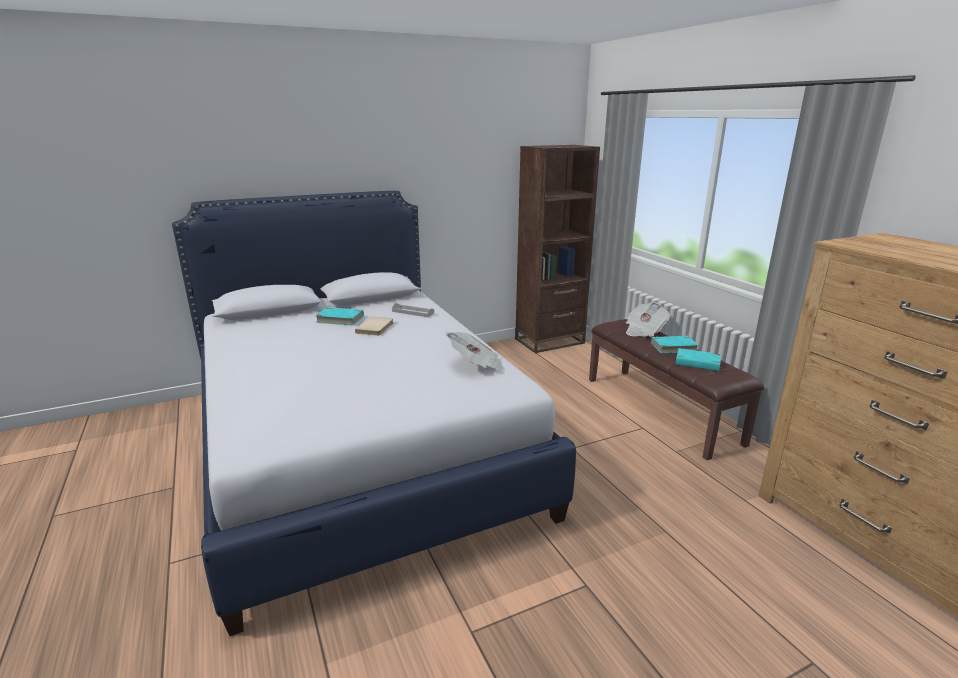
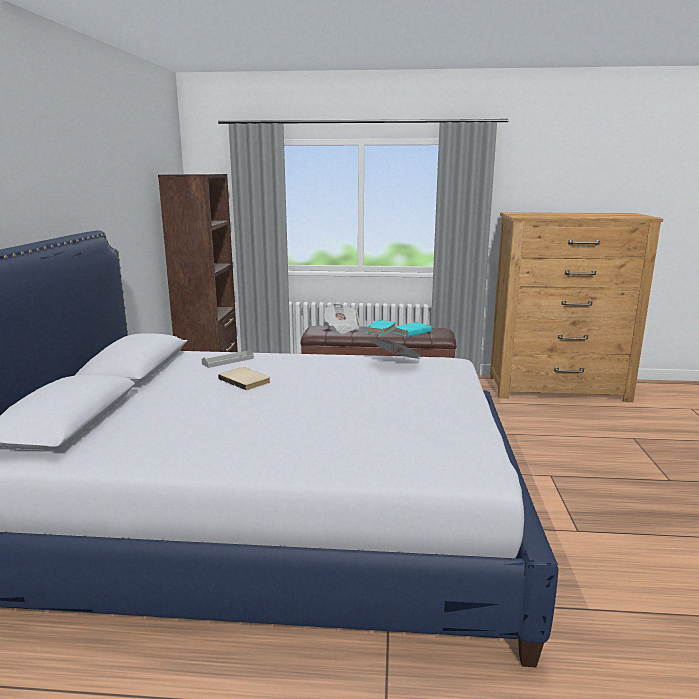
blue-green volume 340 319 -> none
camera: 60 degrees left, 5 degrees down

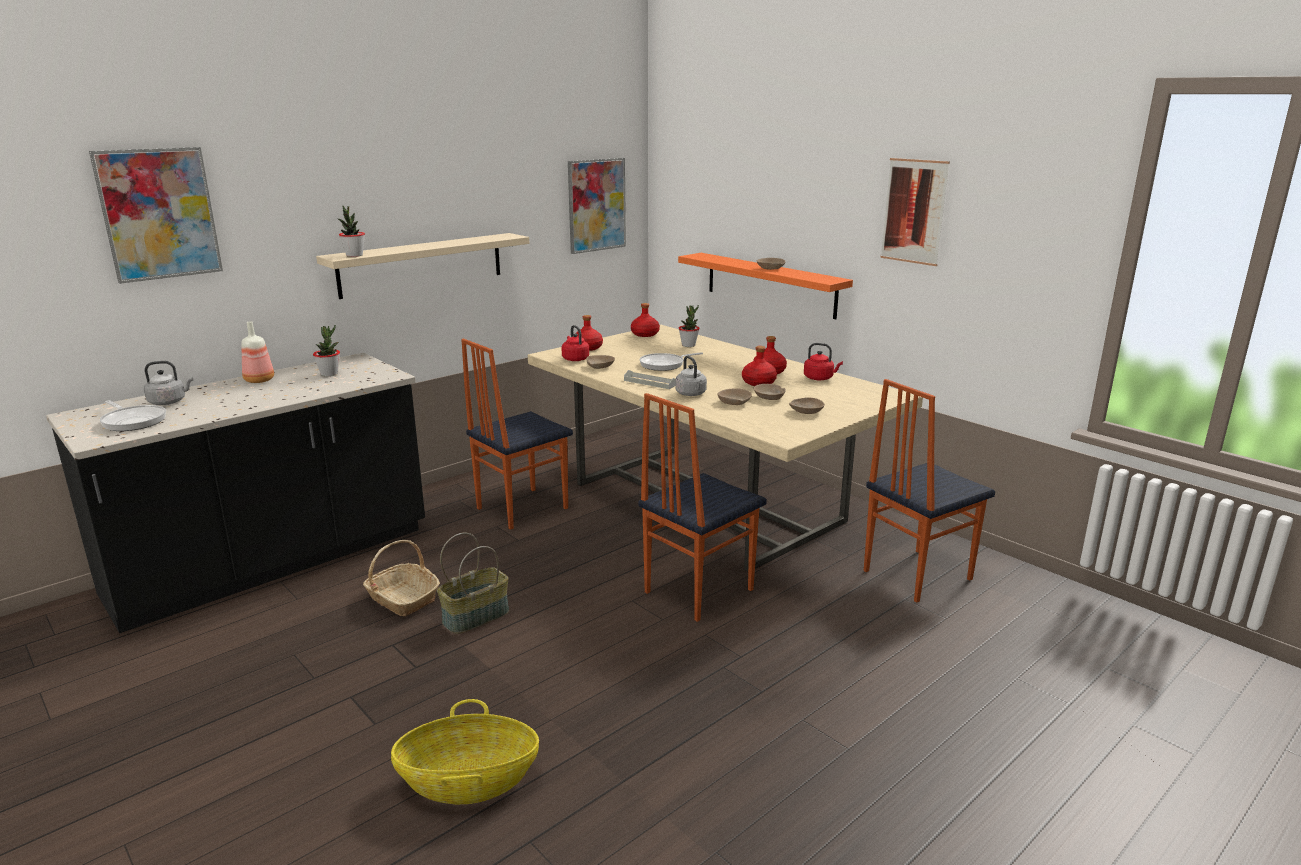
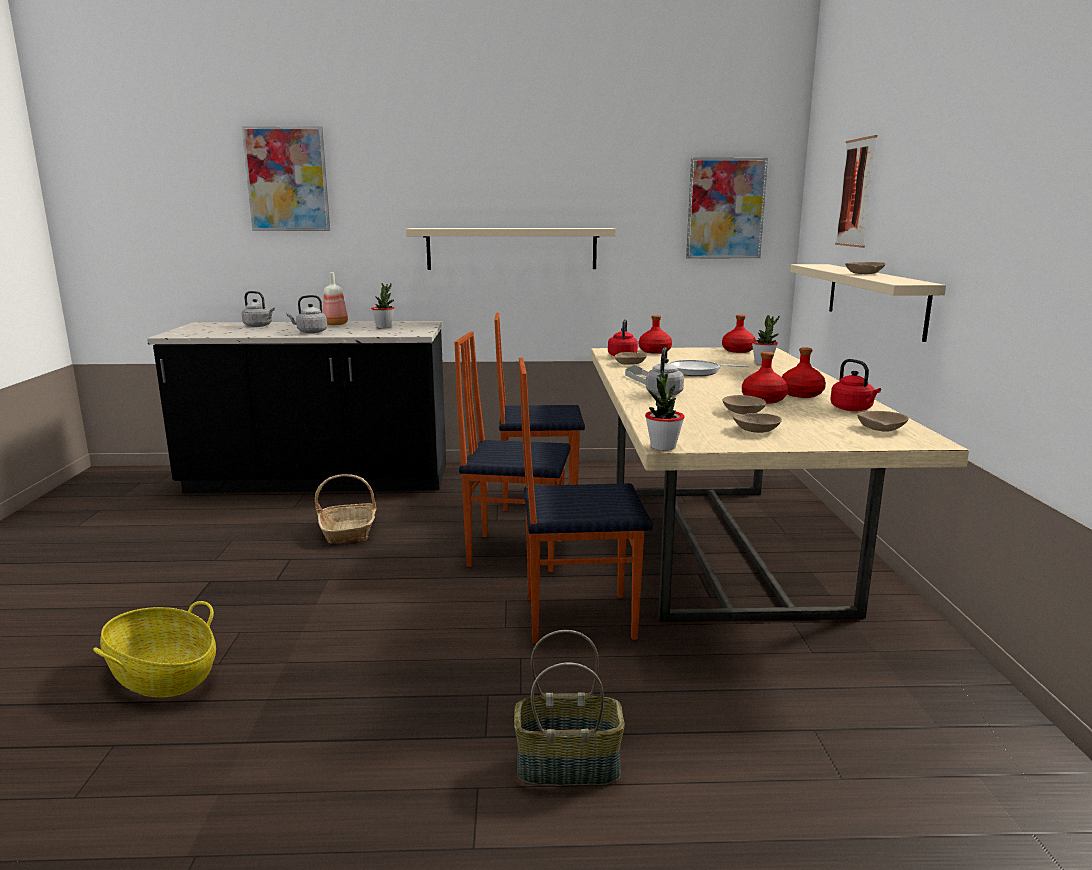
pan 133 421 -> none
potted plant 354 255 -> potted plant 663 447, shifted
storage basket 476 616 -> storage basket 569 765, shifted
orange-coloured wall shelf 770 284 -> beige wall shelf 875 298
beige serving bowl 734 402 -> beige serving bowl 881 429, shifted
upright chair 915 574 -> upright chair 515 552, shifted
picture 914 211 -> picture 856 193, shifted
none -> gray kettle 310 332
camera: 40 degrees right, 5 degrees down

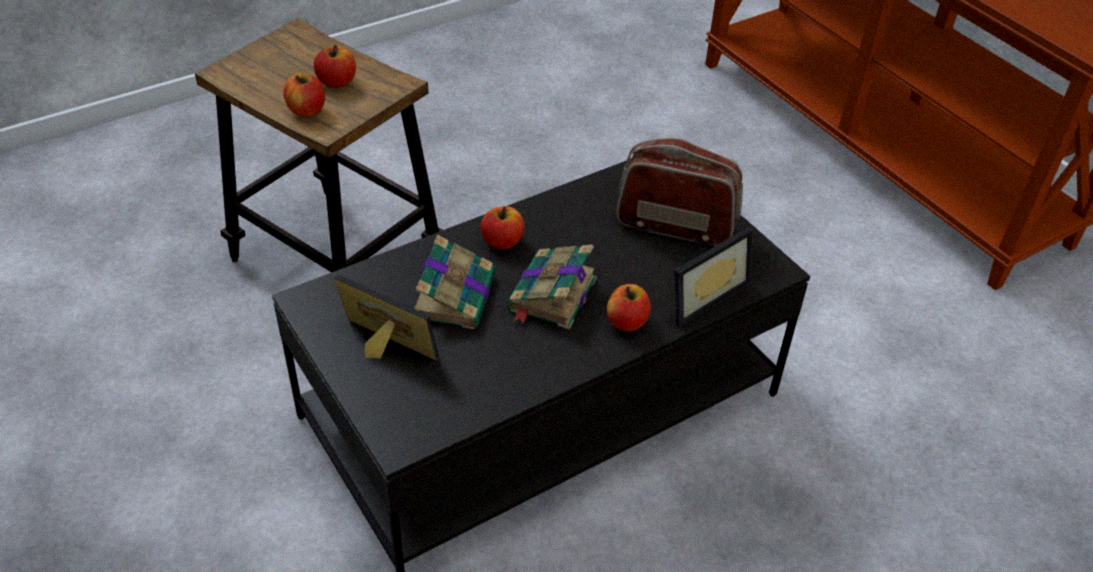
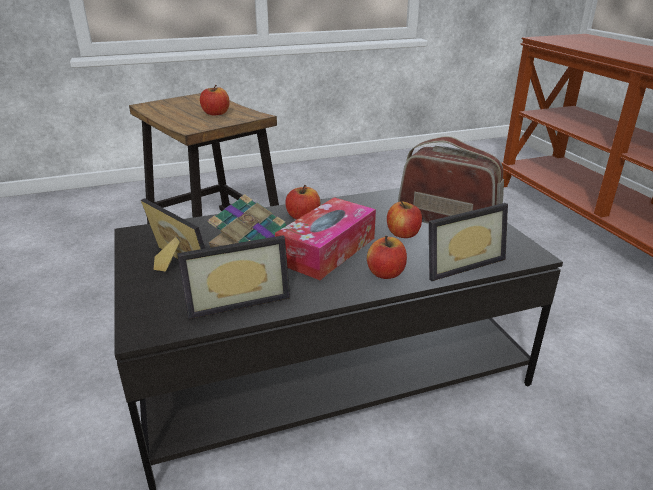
apple 307 110 -> apple 403 234, shifted
volume 551 295 -> tissue holder 327 250
none -> standing frame 236 298
camera: 15 degrees right, 15 degrees down

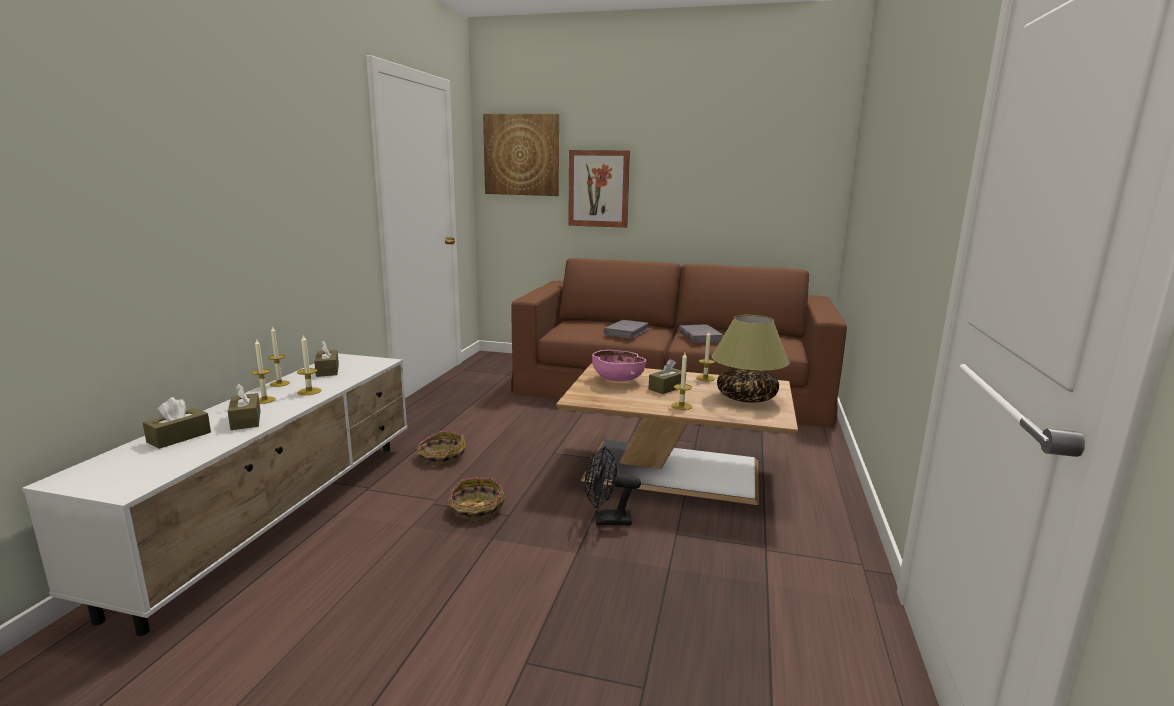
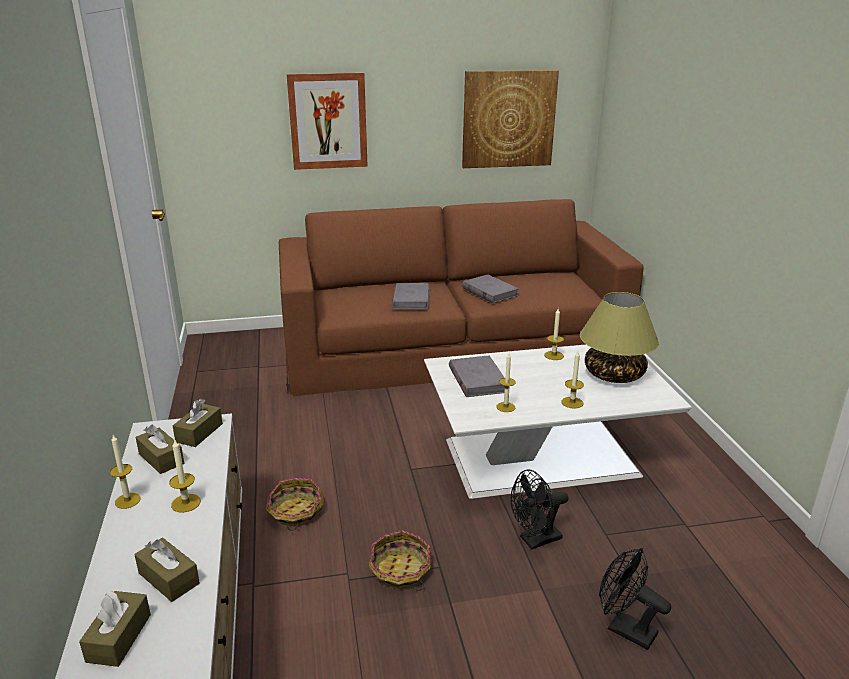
candle 264 400 -> candle 505 407, shifted
picture 521 155 -> picture 508 119, shifted
brown-coloured lounge table 676 470 -> whitish lounge table 544 456
pink-coloured serving bowl 617 380 -> gray volume 477 379
brown-coloured tissue holder 667 388 -> brown-coloured tissue holder 199 433, shifted
none -> black-coloured cooling fan 624 629
camera: 25 degrees left, 10 degrees up

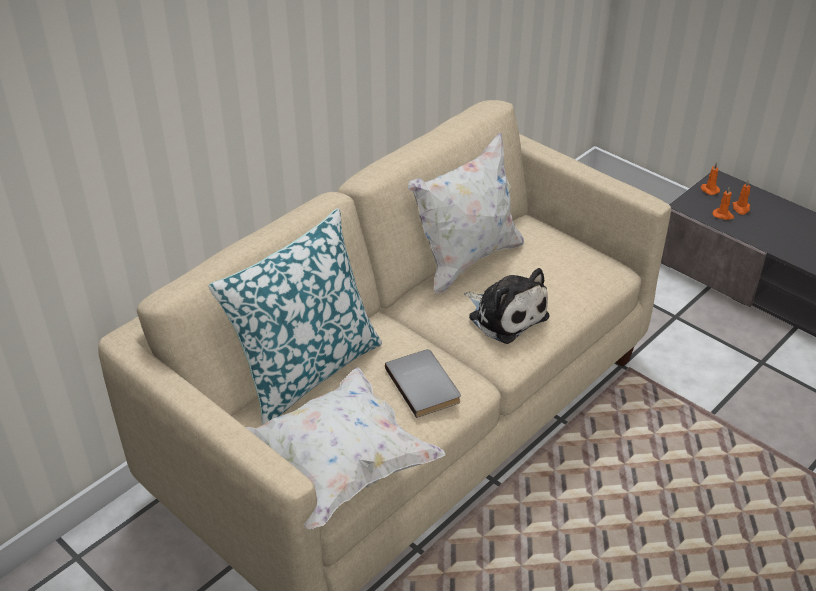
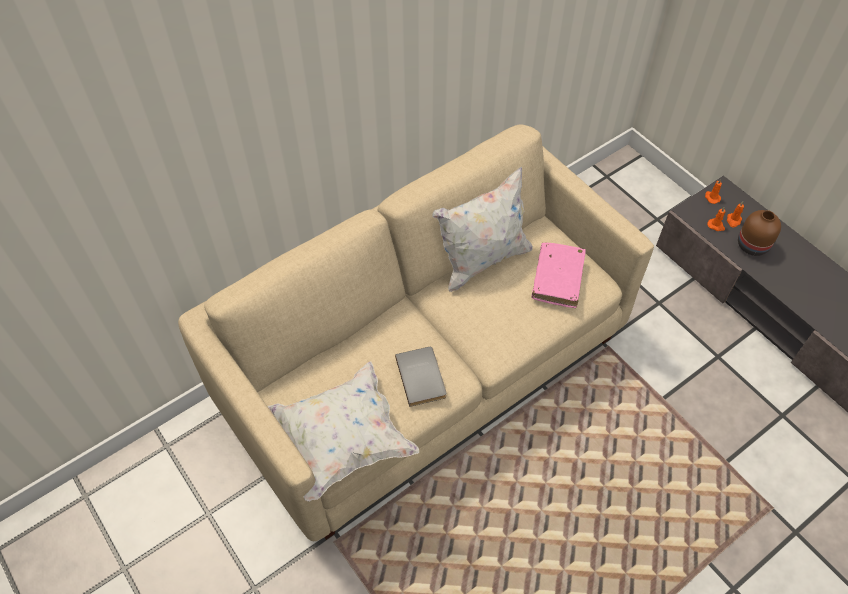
pillow 306 371 -> none
cuddly toy 505 315 -> none
none -> pink-coloured volume 557 279
none -> brown-coloured flower vase 751 246
camera: 10 degrees right, 15 degrees up

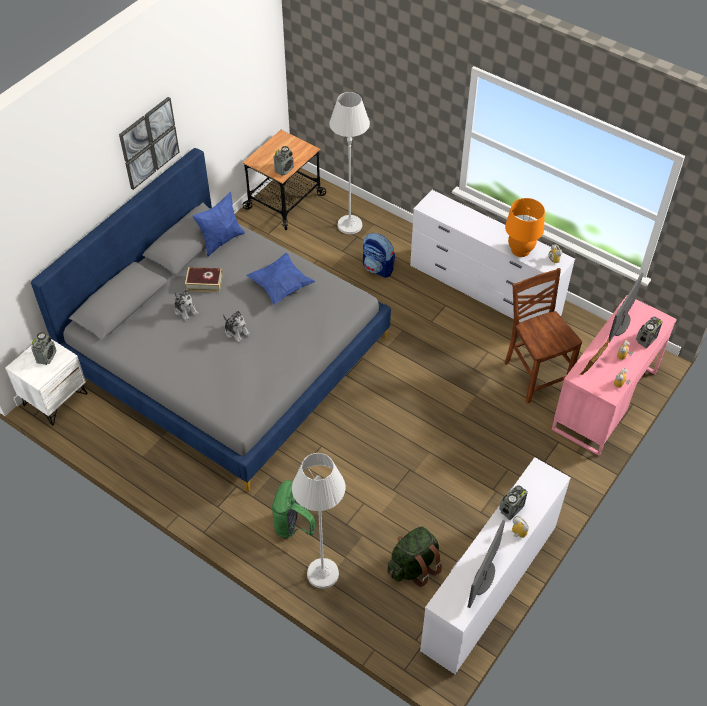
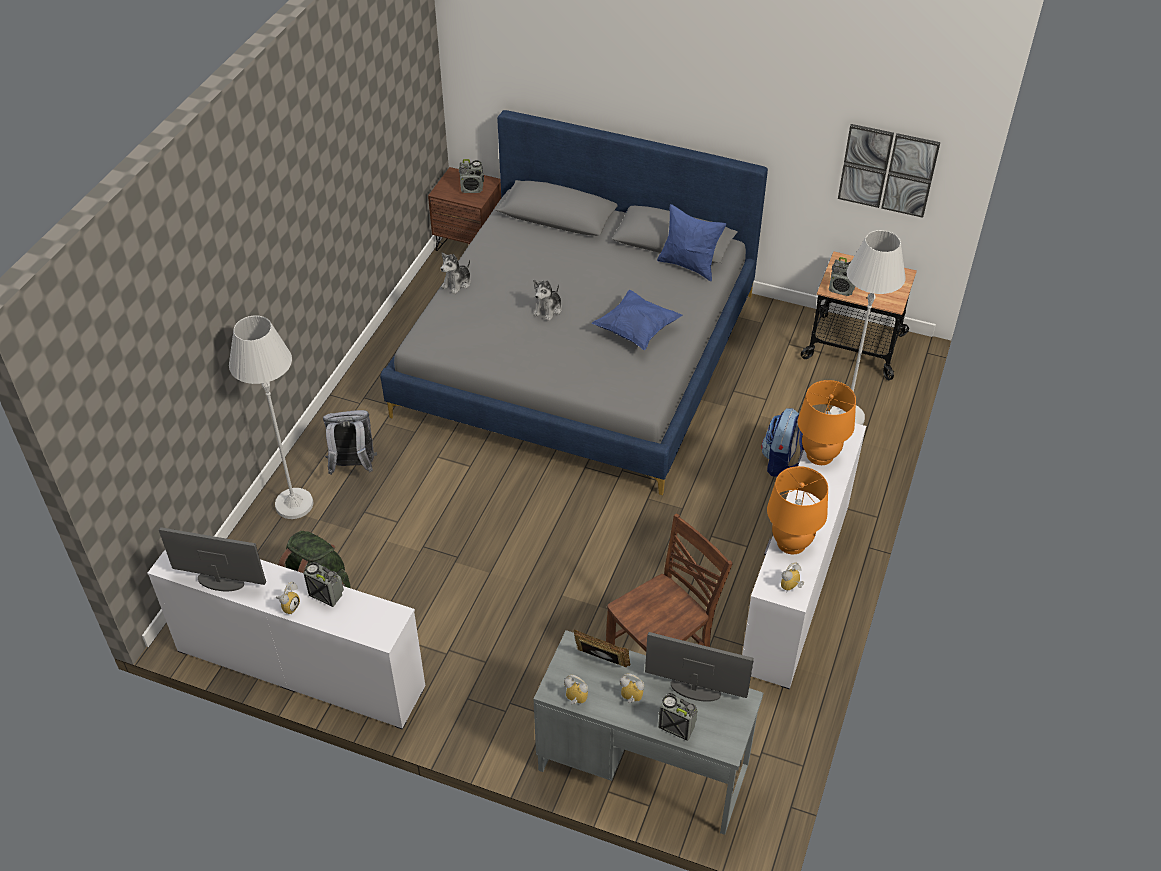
whitish night table 55 399 -> brown-coloured night table 469 243
picture 149 143 -> picture 887 170, shifted
cuddly toy 185 310 -> cuddly toy 457 283, shifted
volume 204 282 -> none
green rucksack 294 525 -> gray rucksack 353 466
pink-coloured desk 604 400 -> gray desk 643 766
none -> orange-coloured lamp for a table 820 455
camera: 75 degrees right, 5 degrees down

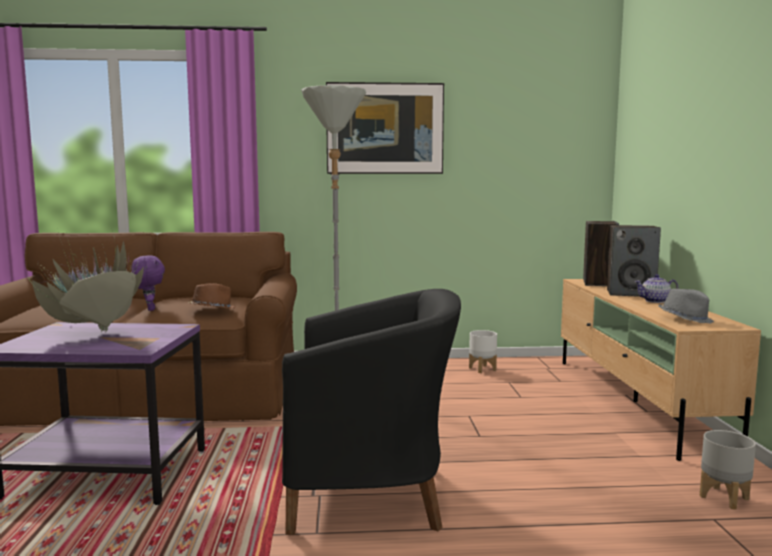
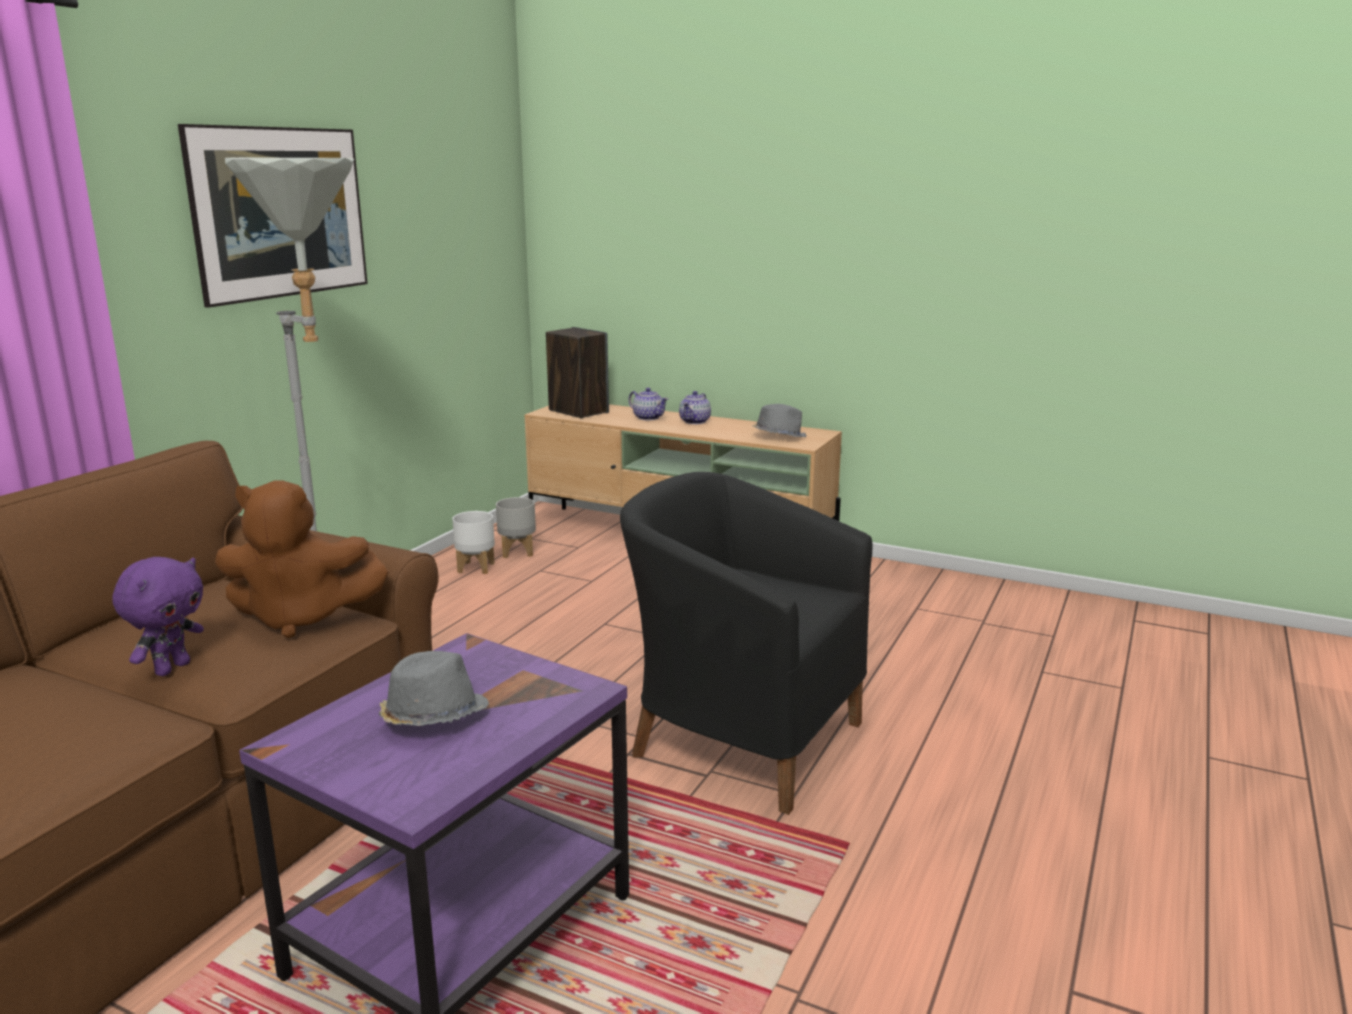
potted plant 95 335 -> gray clothing hat 432 717
purple cuddly toy 149 309 -> purple cuddly toy 172 668, 105 degrees clockwise
brown-coloured clothing hat 212 310 -> brown-coloured cuddly toy 301 618
black-coloured lounge chair 372 495 -> black-coloured lounge chair 741 738, 90 degrees counterclockwise
audio speaker 631 293 -> teapot 648 417
gray planter 724 497 -> gray planter 517 552, shifted
camera: 60 degrees left, 10 degrees up

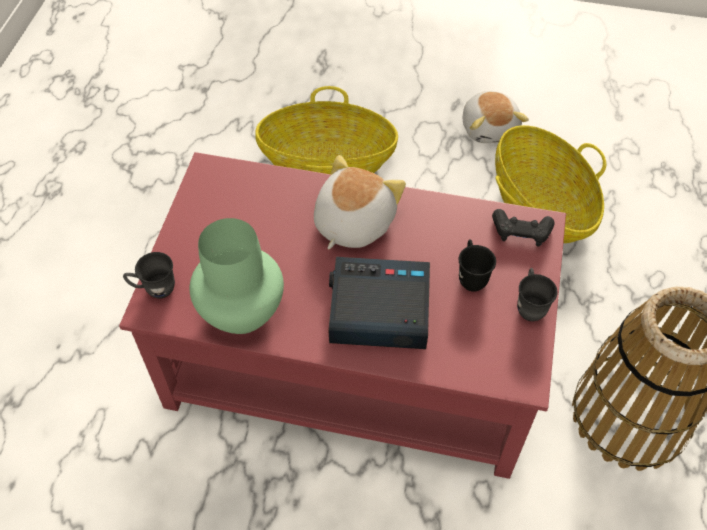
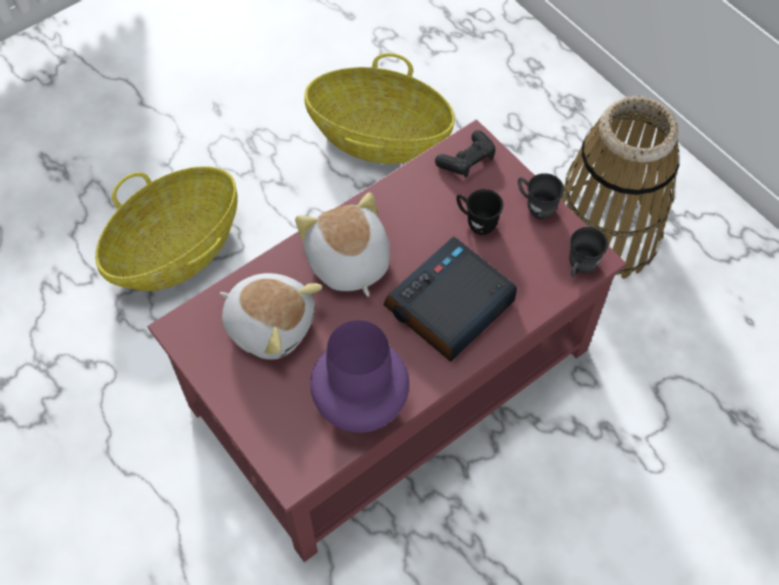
gray coffee mug 154 289 -> gray coffee mug 579 268, shifted
green flower vase 241 313 -> purple flower vase 361 406
cuddly toy 489 128 -> cuddly toy 270 324, shifted
camera: 50 degrees left, 5 degrees up

